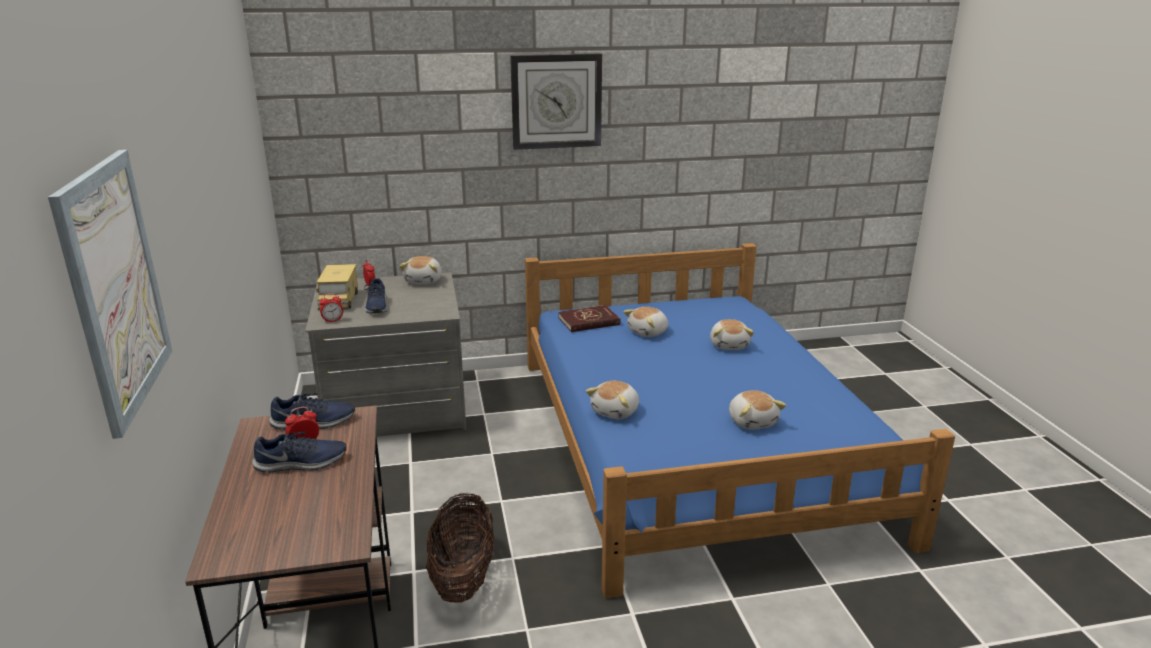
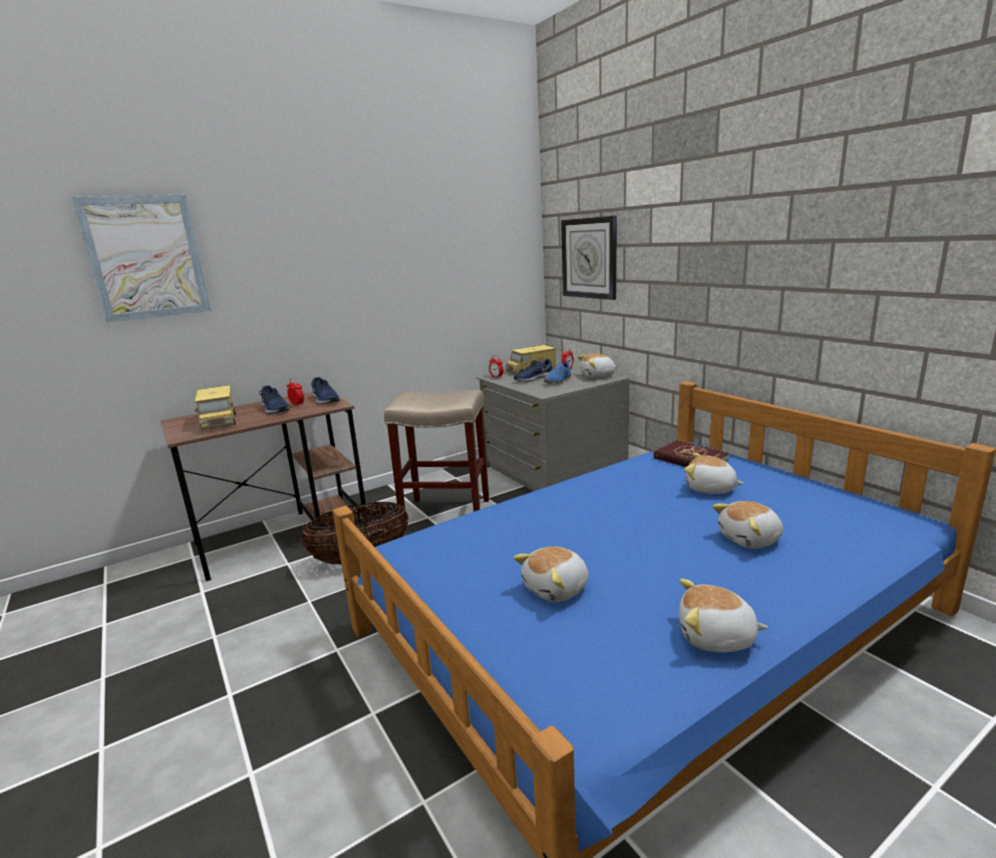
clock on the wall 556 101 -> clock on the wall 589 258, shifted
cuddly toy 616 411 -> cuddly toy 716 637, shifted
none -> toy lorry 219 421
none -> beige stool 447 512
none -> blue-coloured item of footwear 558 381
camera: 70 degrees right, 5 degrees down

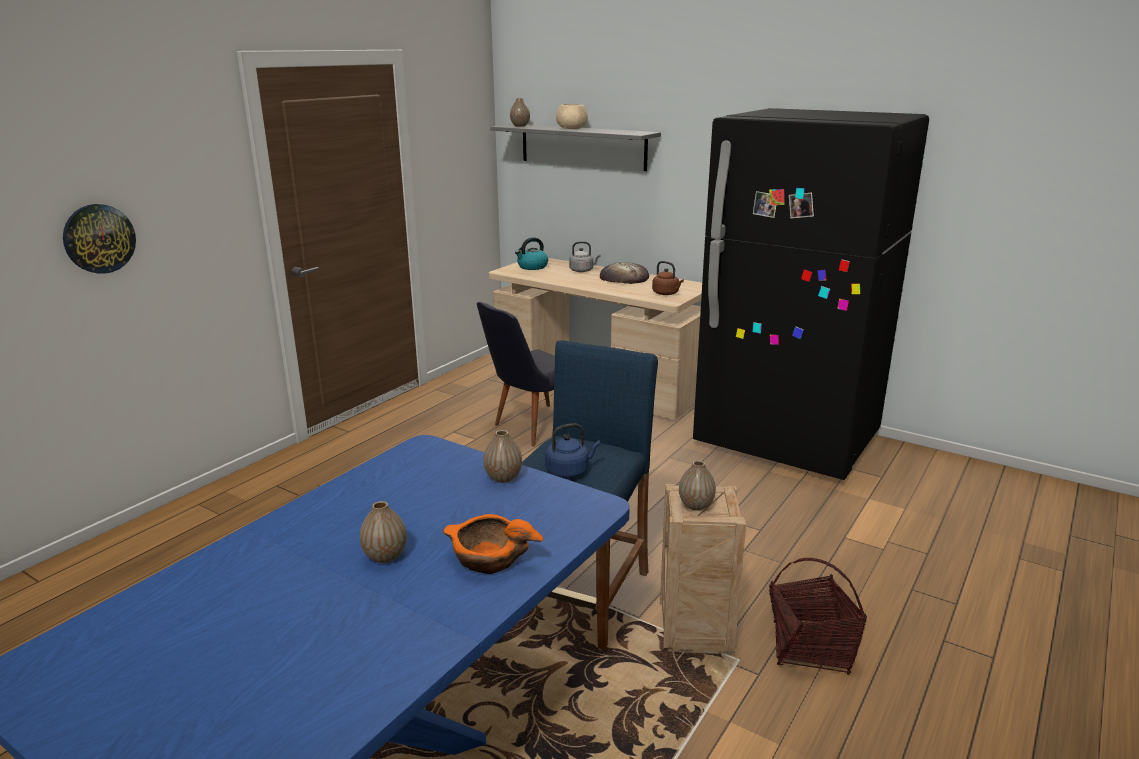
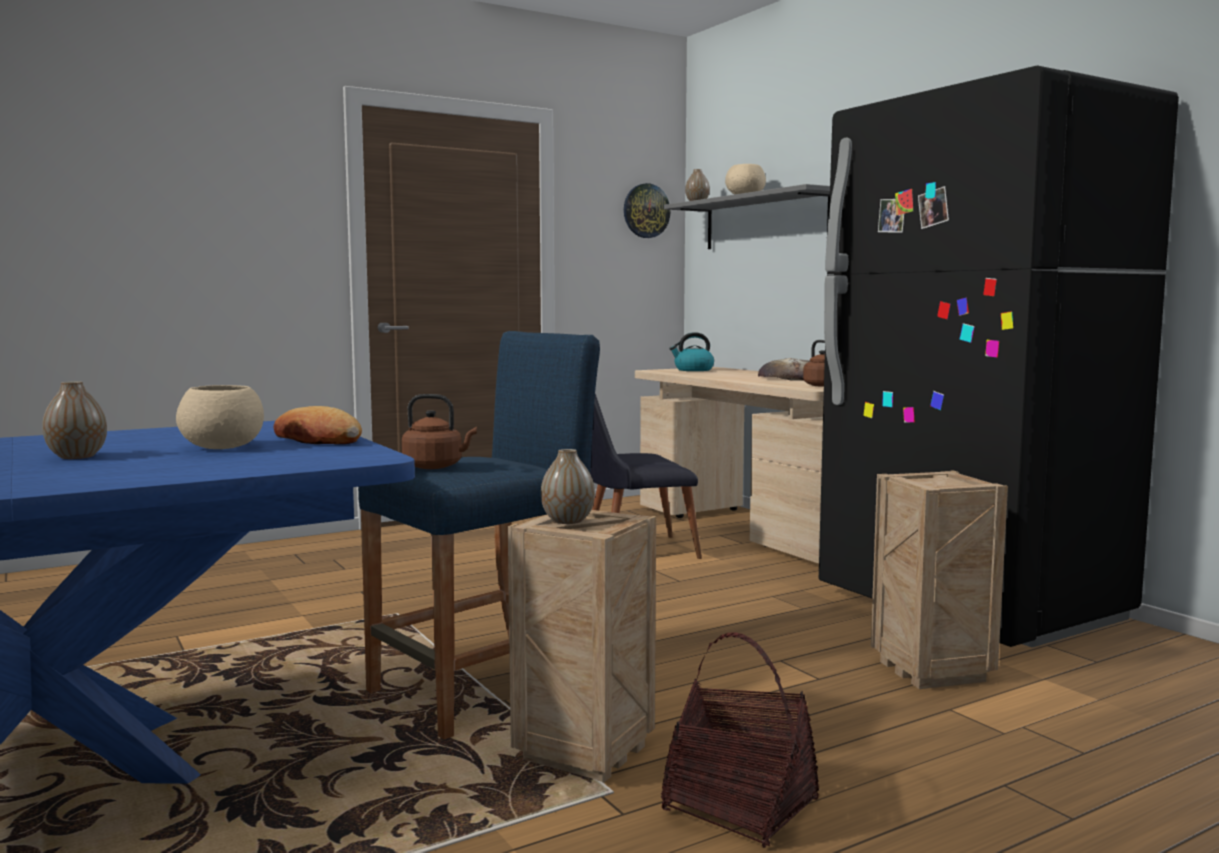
clock on the wall 99 238 -> clock on the wall 646 211, shifted
orange-coloured serving bowl 489 560 -> none
flower vase 503 478 -> baked bread 317 439
blue-coloured kettle 569 471 -> brown-coloured kettle 436 466
gray kettle 582 270 -> none
none -> beige serving bowl 223 447
none -> crate 934 672
camera: 25 degrees right, 15 degrees down

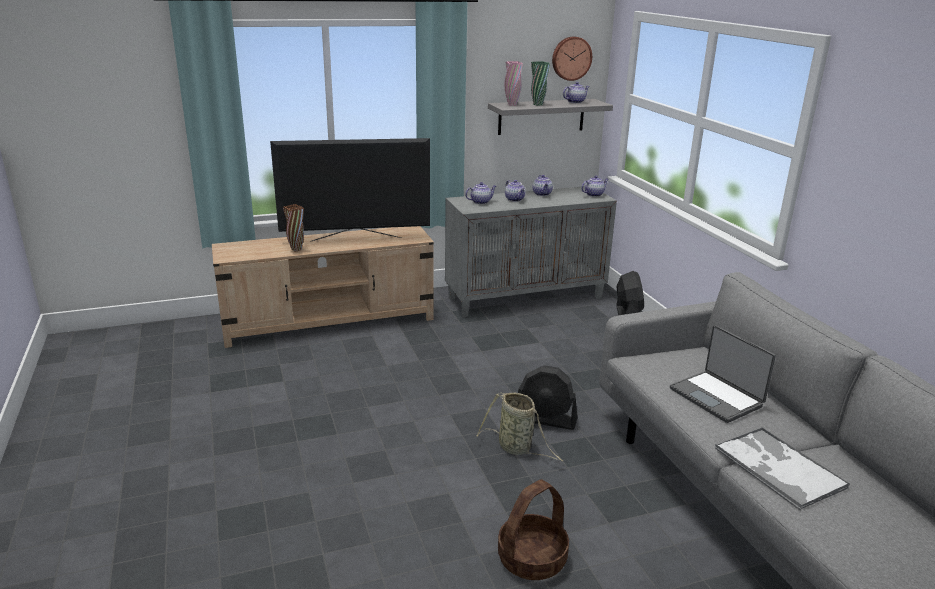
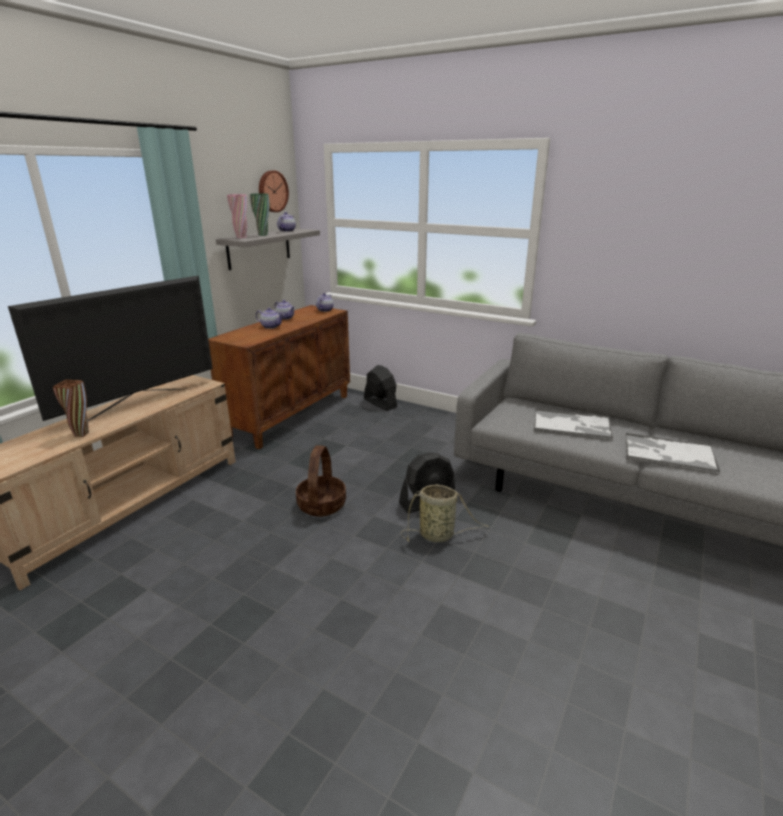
gray cupboard 526 297 -> brown-coloured cupboard 291 415
teapot 481 202 -> none
storage basket 532 559 -> storage basket 322 505, shifted
notebook computer 717 397 -> serving tray 572 425
camera: 40 degrees left, 0 degrees up

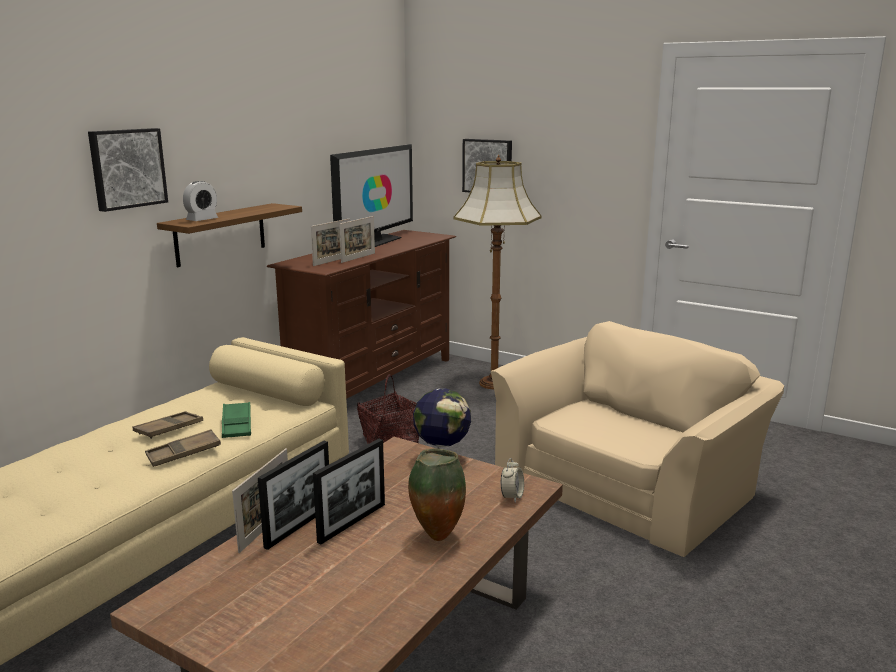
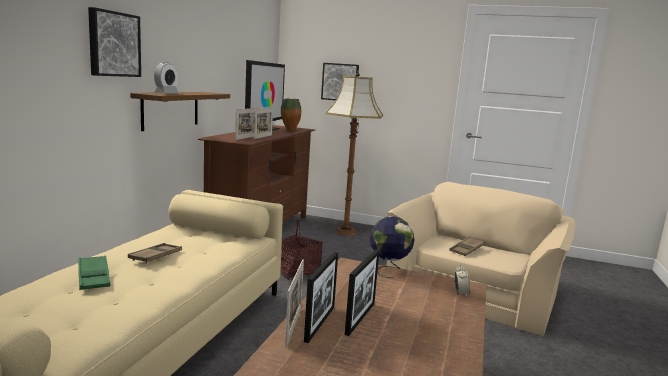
brown-coloured serving tray 184 453 -> brown-coloured serving tray 467 249, shifted
green serving tray 237 424 -> green serving tray 93 277, shifted
flower vase 436 535 -> flower vase 289 131, shifted
camera: 15 degrees left, 5 degrees down

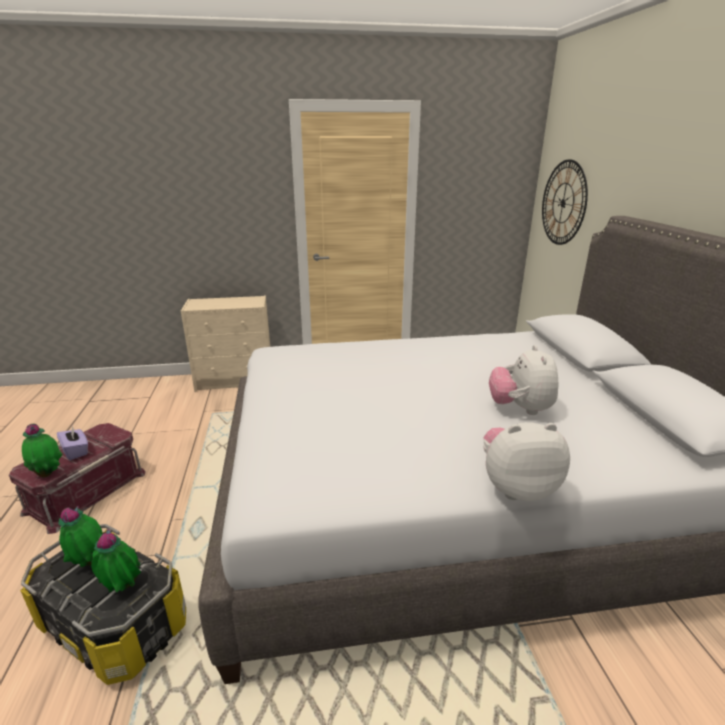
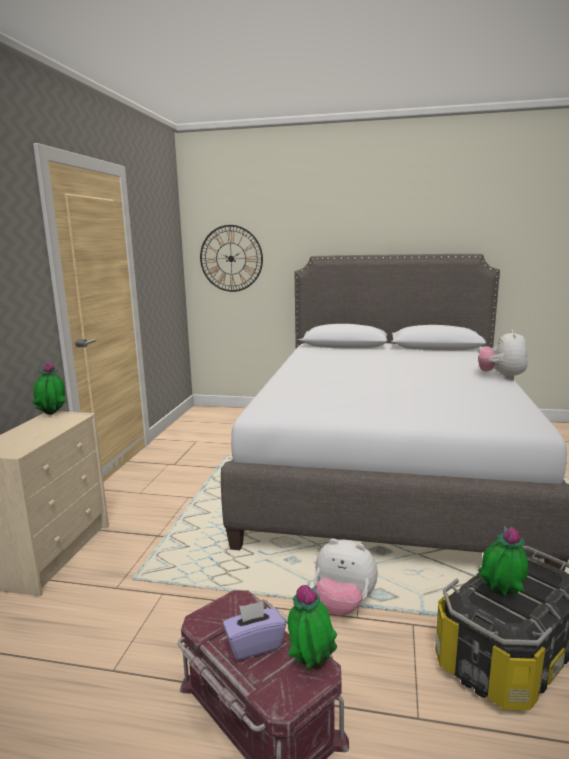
potted plant 122 589 -> potted plant 52 415, shifted
cuddly toy 520 409 -> cuddly toy 343 605, shifted
camera: 70 degrees left, 10 degrees down

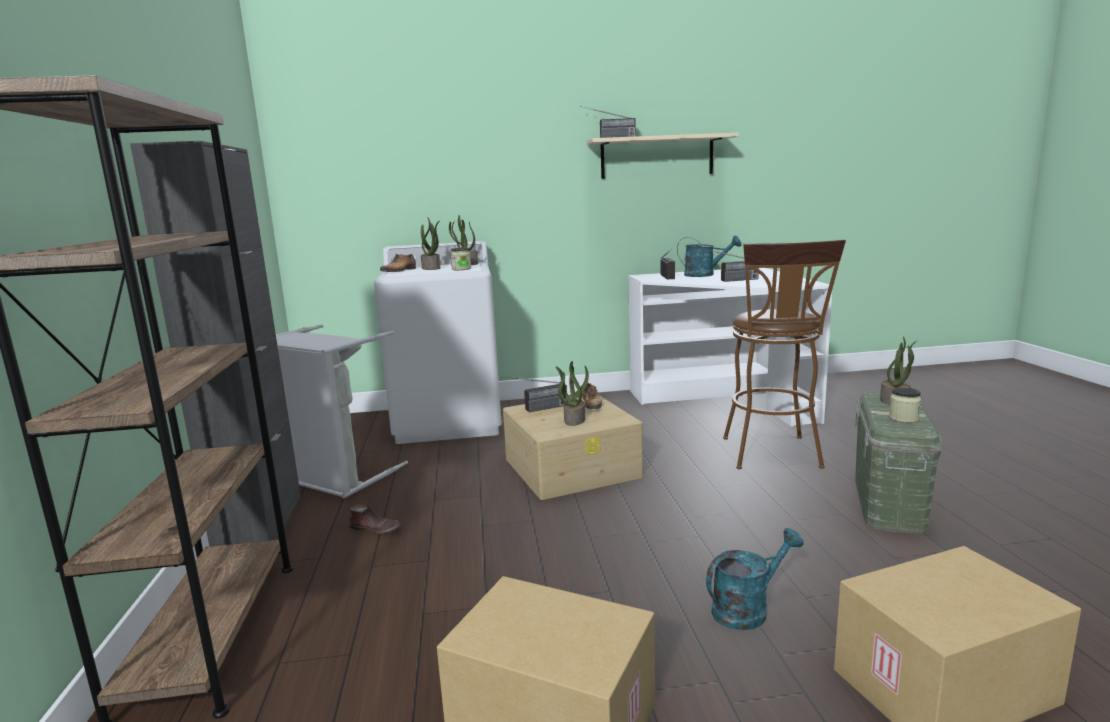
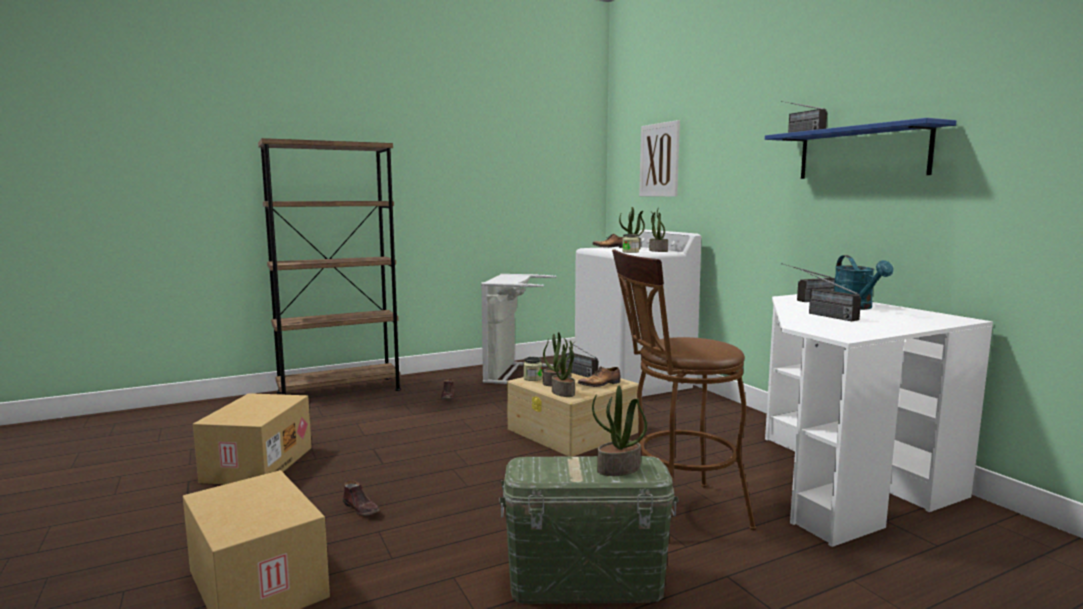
black-coloured cupboard 260 526 -> none
beige wall shelf 657 157 -> blue-coloured wall shelf 862 153
blue-green watering pot 747 609 -> brown-coloured item of footwear 361 509
storage jar 903 418 -> storage jar 532 378, shifted
none -> potted plant 563 393
none -> picture 659 160
camera: 70 degrees right, 5 degrees down

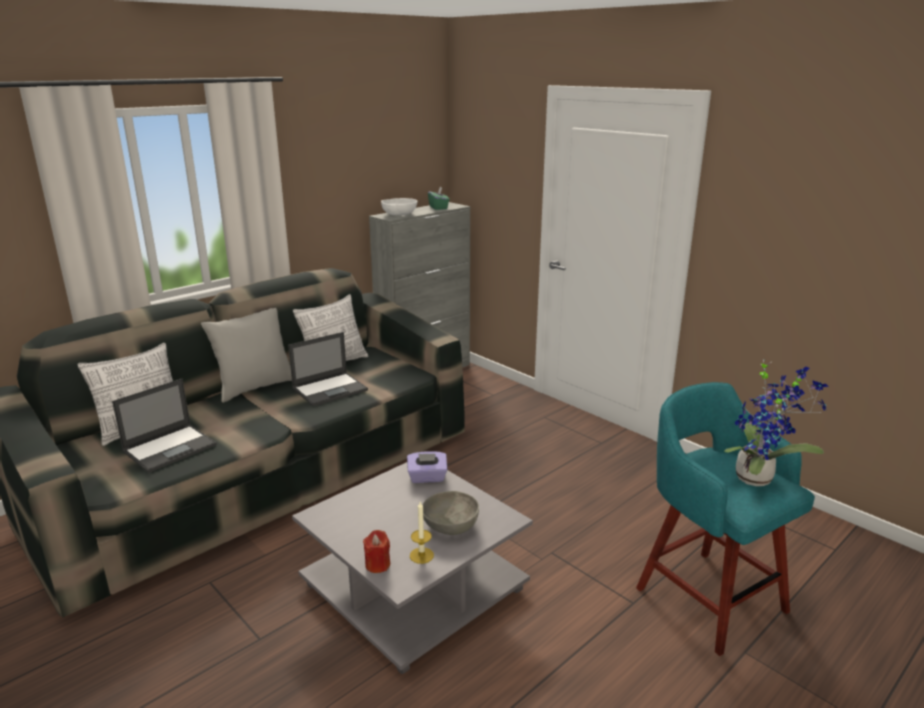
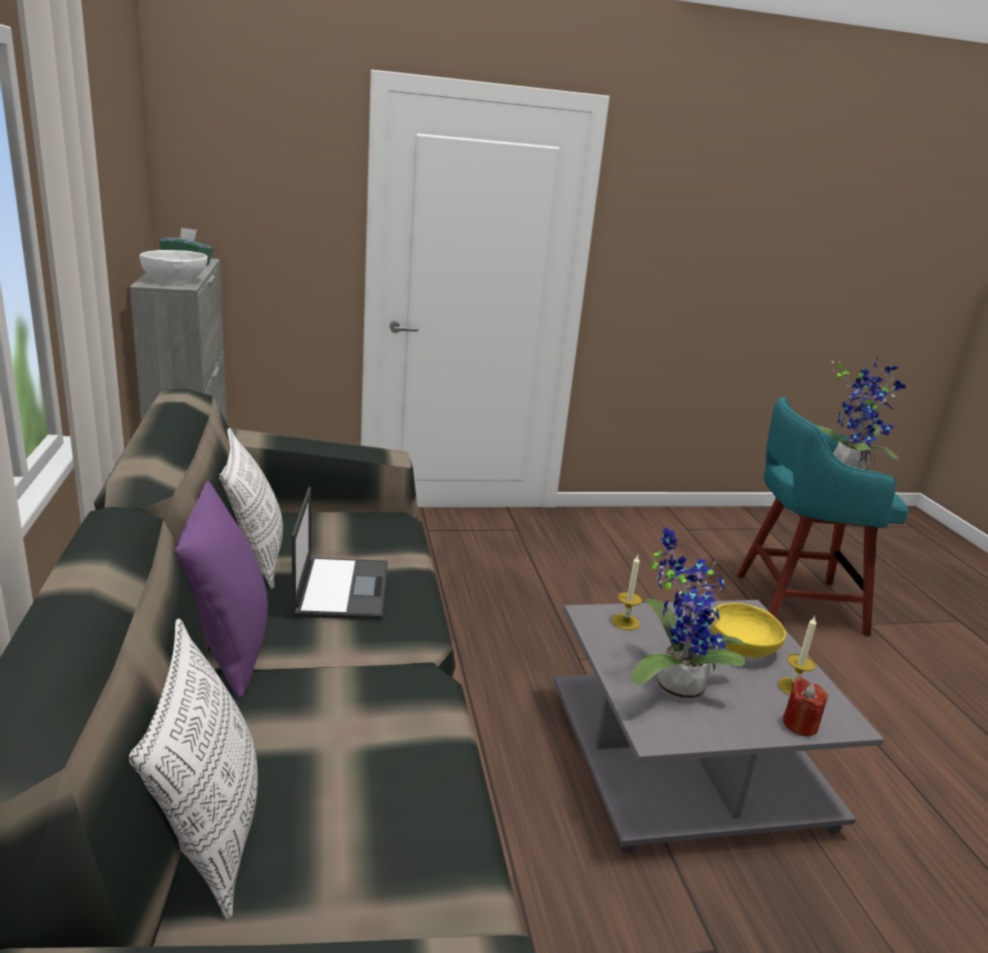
notebook computer 171 448 -> none
gray pillow 255 387 -> purple pillow 228 647
purple tissue holder 427 478 -> candle 625 622
gray serving bowl 450 525 -> yellow serving bowl 741 647
none -> potted plant 673 685
camera: 60 degrees left, 0 degrees up

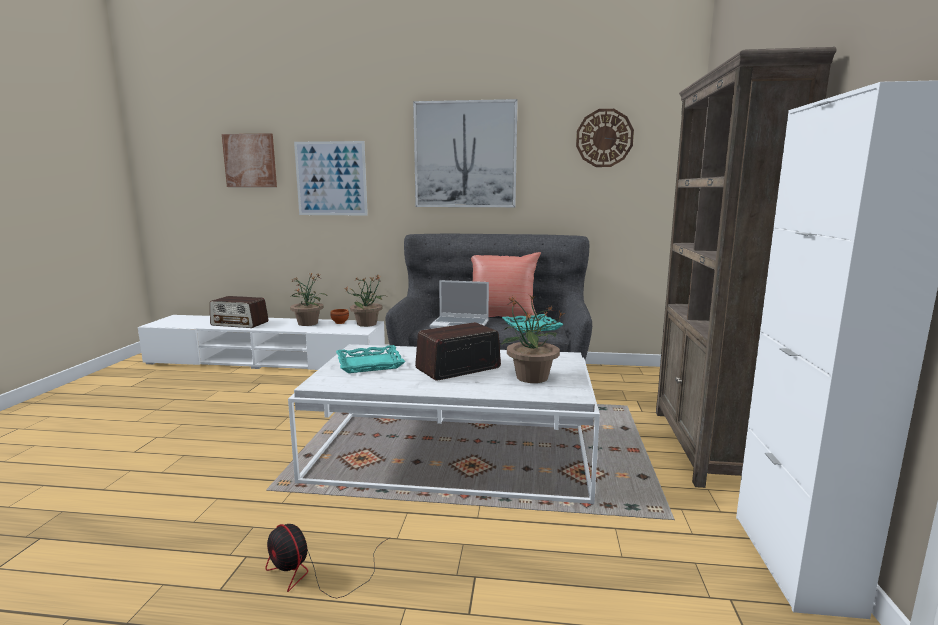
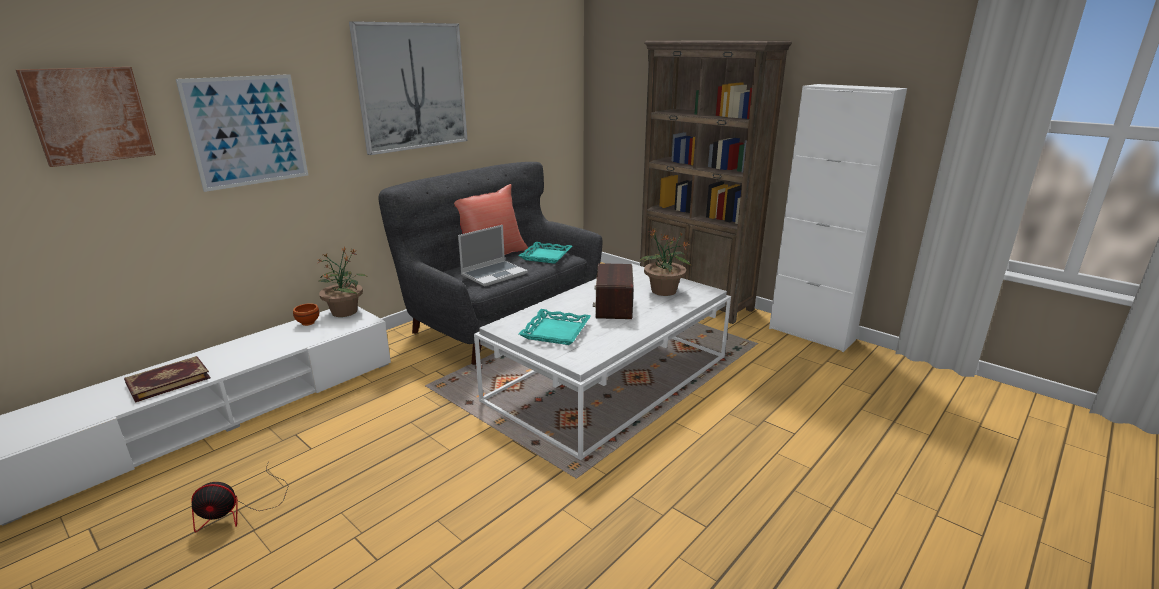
radio 240 323 -> volume 168 380
cooling fan 314 574 -> cooling fan 240 509, shifted
potted plant 308 323 -> none
clock on the wall 604 138 -> none
camera: 55 degrees left, 10 degrees up

